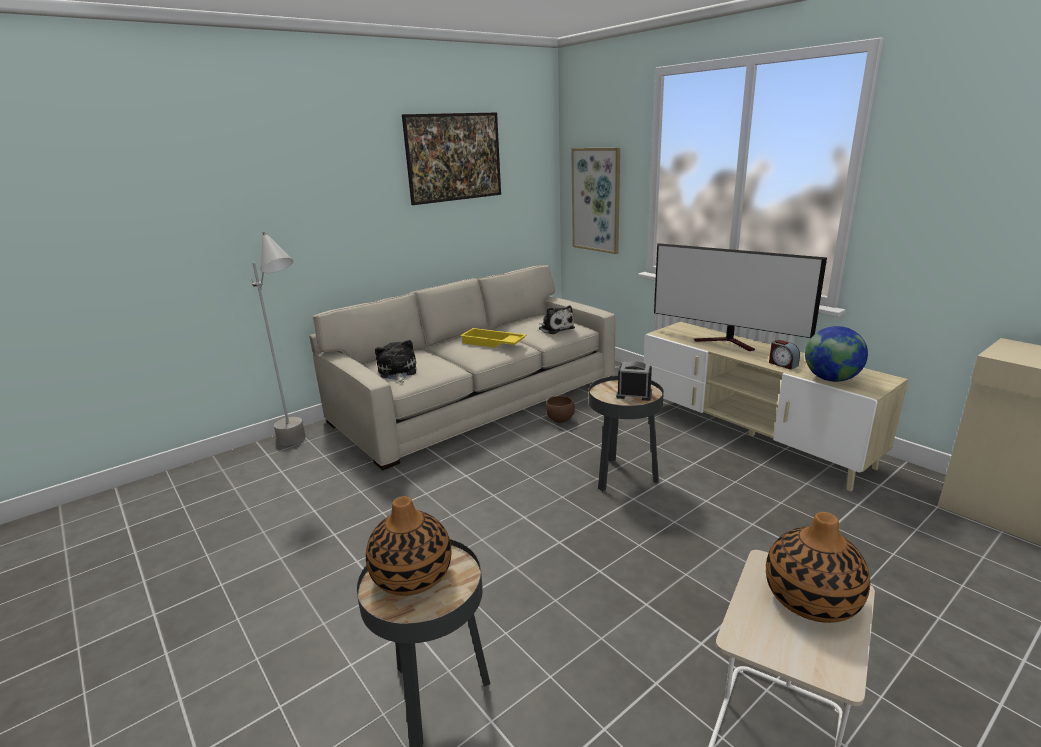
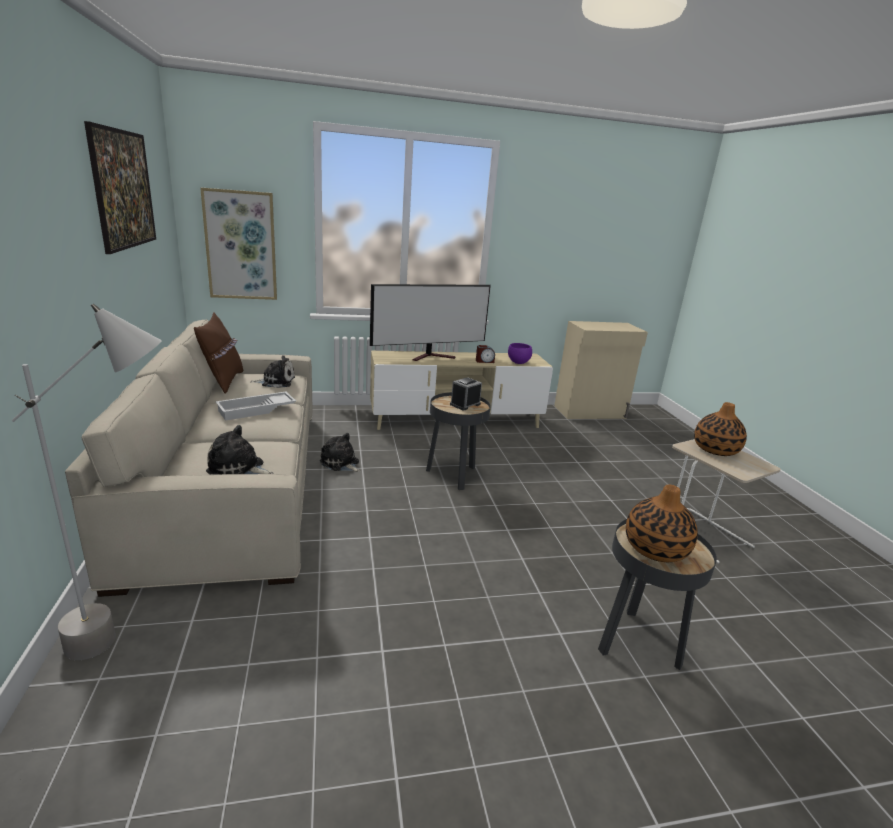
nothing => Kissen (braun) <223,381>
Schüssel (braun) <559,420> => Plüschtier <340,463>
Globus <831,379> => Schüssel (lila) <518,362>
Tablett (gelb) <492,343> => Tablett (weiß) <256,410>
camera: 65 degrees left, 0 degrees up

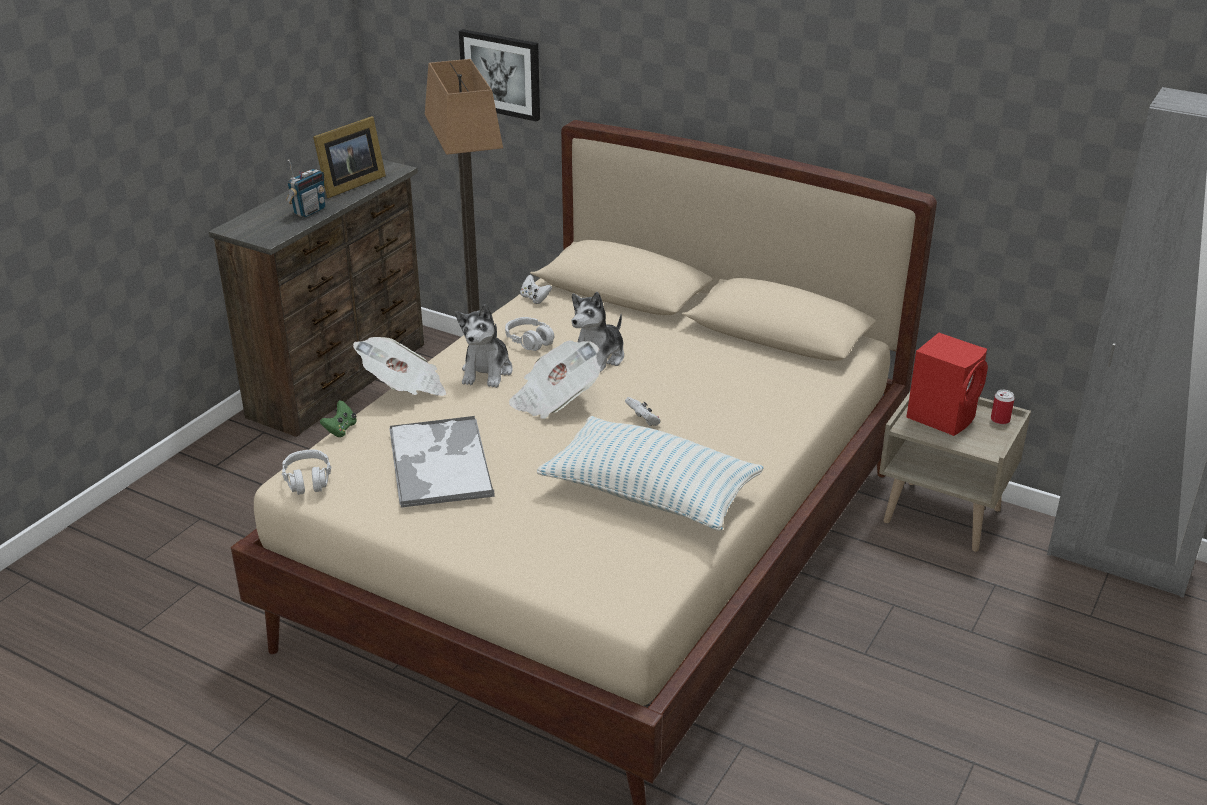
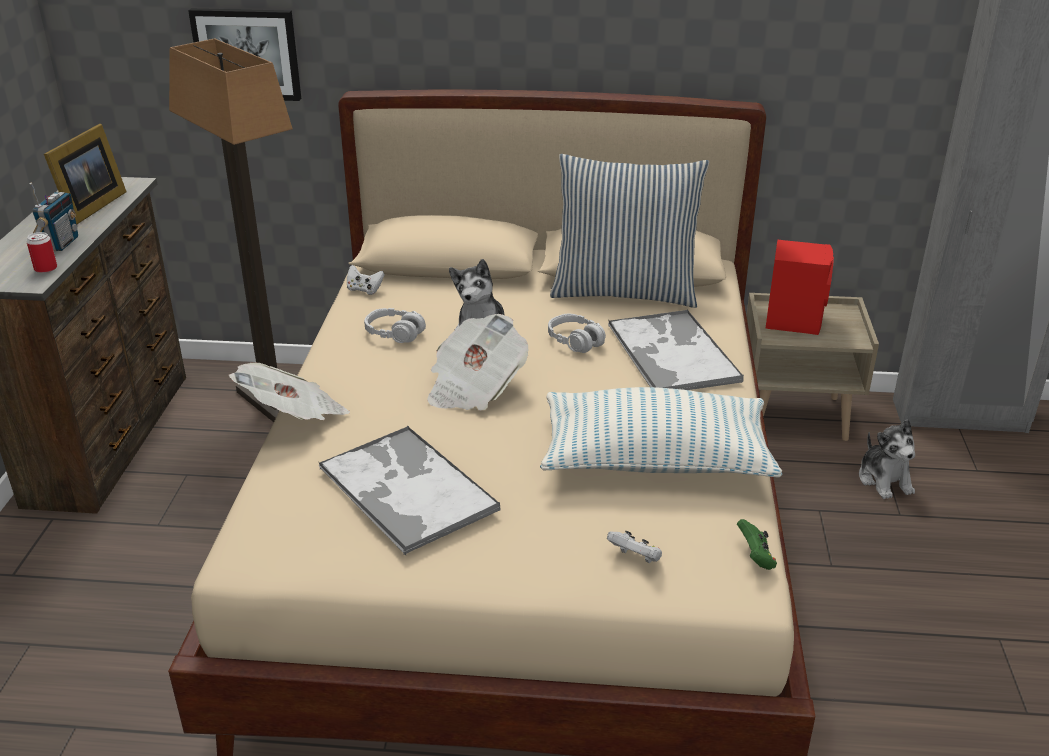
nothing => Kissen <624,291>
nothing => Tablett <671,352>
Kopfhörer (grau) <308,480> => Kopfhörer (grau) <576,341>, move
Gamepad (grün) <340,429> => Gamepad (grün) <755,558>, move
Plüschtier <487,372> => Plüschtier <884,480>, move
Gamepad (weiß) <643,421> => Gamepad (weiß) <635,558>, move
Dose <1000,420> => Dose <46,269>, move
camera: 25 degrees left, 0 degrees up

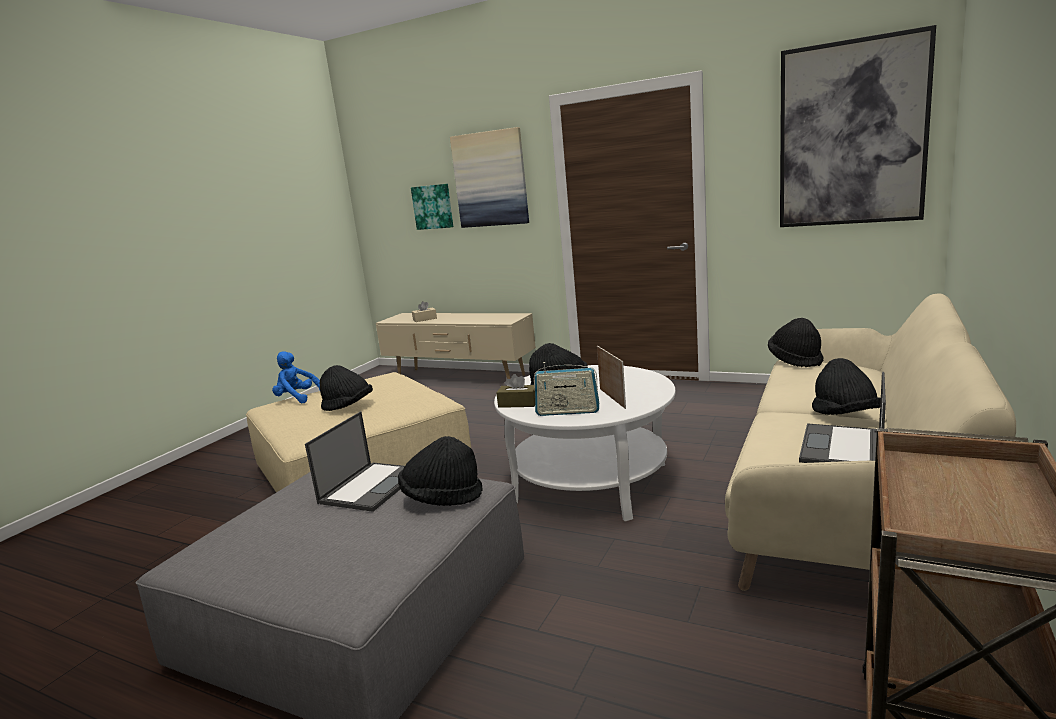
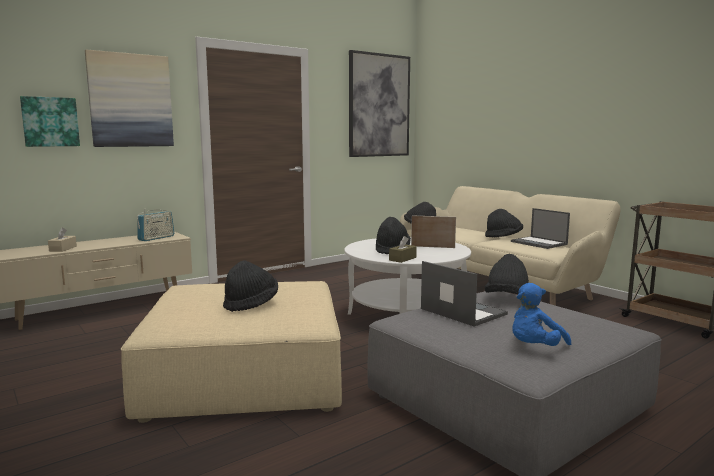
Plüschtier (blau) <298,398> => Plüschtier (blau) <534,348>, move
Radio <567,411> => Radio <156,238>, move
camera: 65 degrees left, 5 degrees down

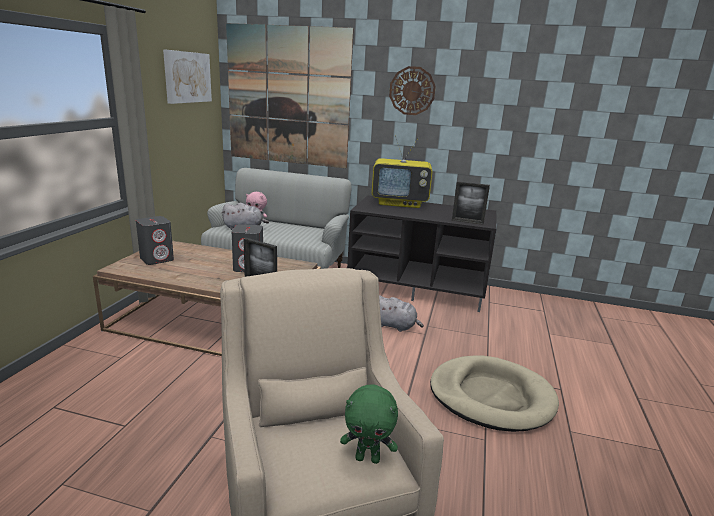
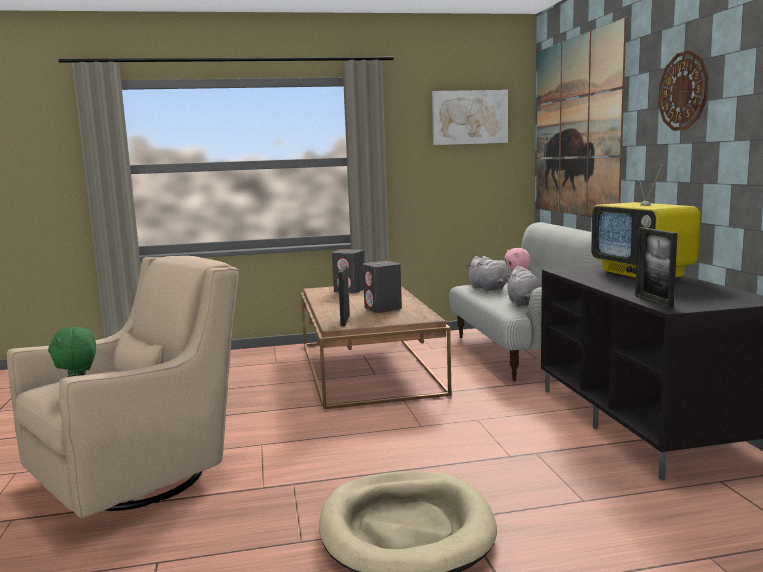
Plüschtier (grau) <395,326> => Plüschtier (grau) <524,304>, move
camera: 65 degrees right, 10 degrees down

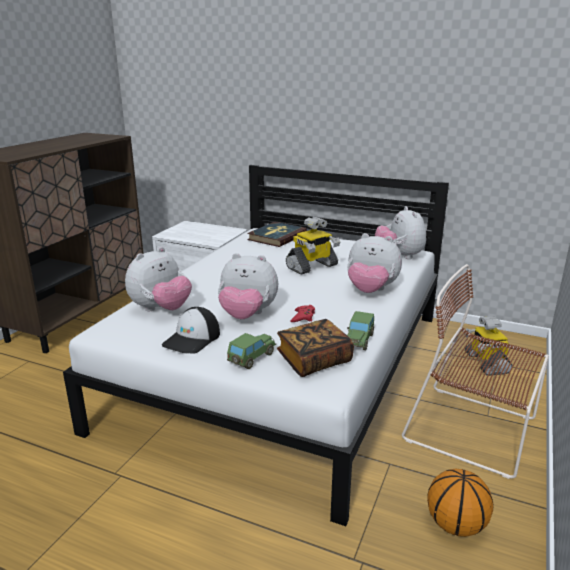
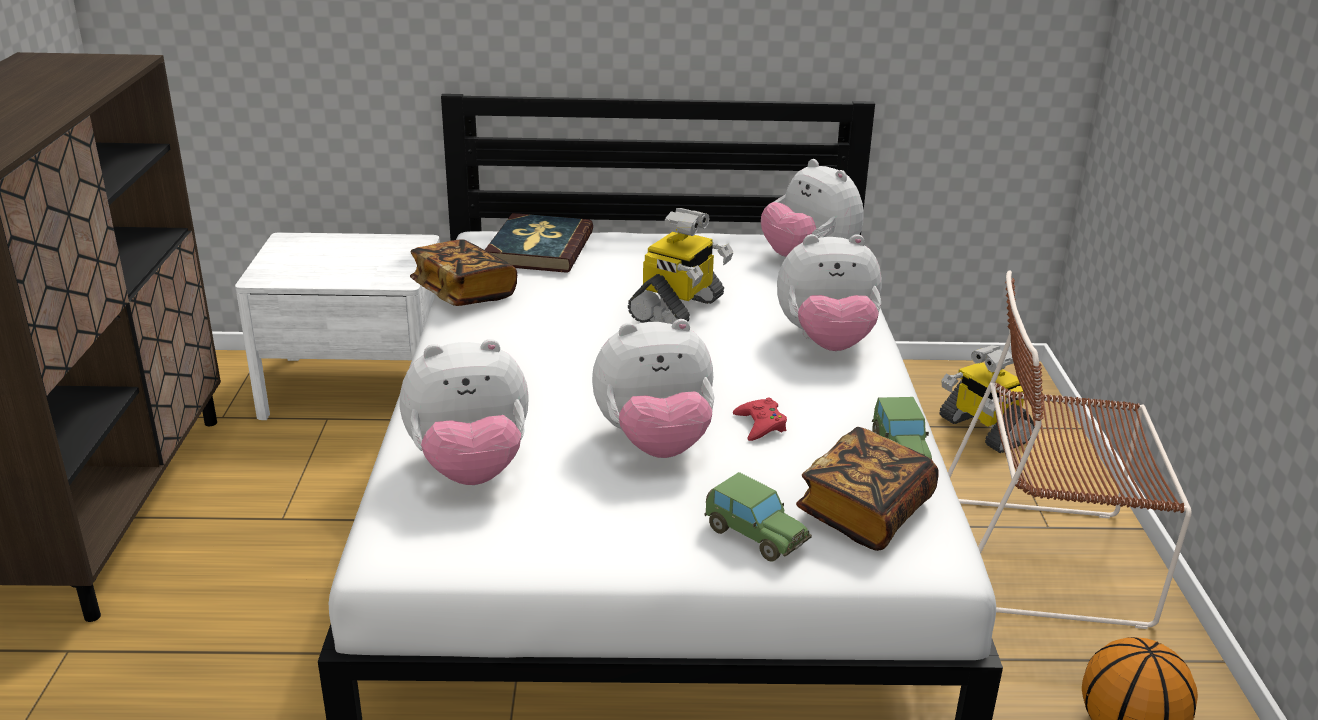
Kappe <192,339> => nothing
nothing => Buch <463,293>
Plüschtier <161,309> => Plüschtier <470,469>, 60 degrees clockwise
Spielzeugauto <251,358> => Spielzeugauto <754,535>, 120 degrees clockwise
camera: 25 degrees left, 5 degrees up

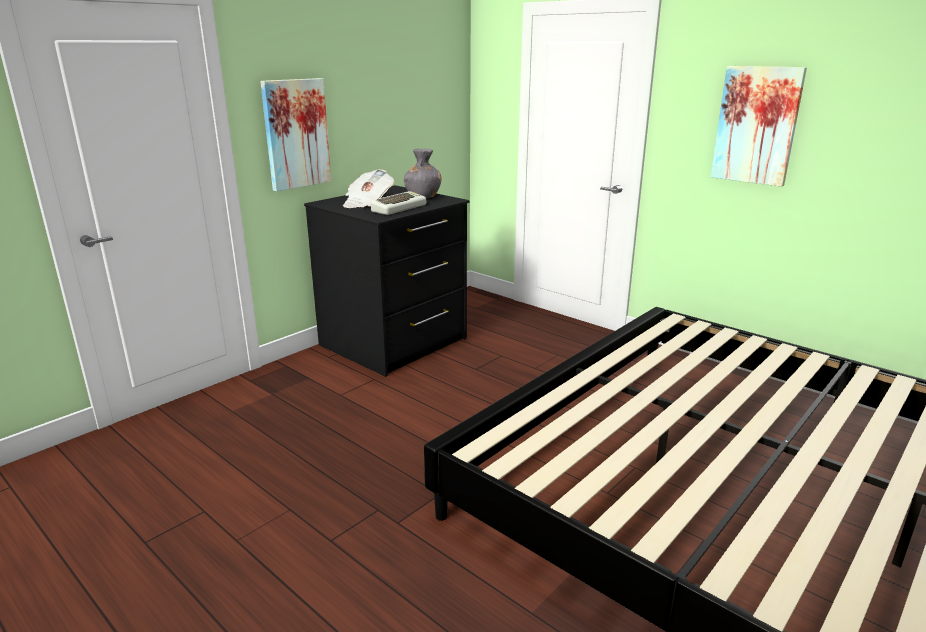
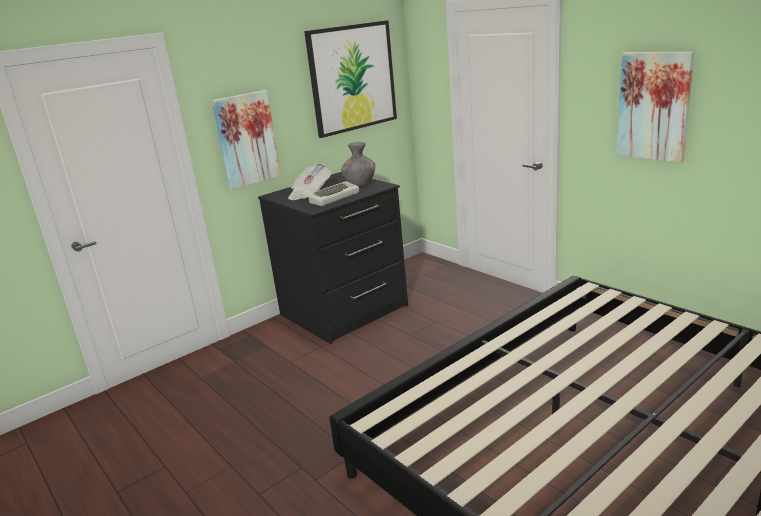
nothing => Bild <352,78>
camera: 10 degrees right, 0 degrees up

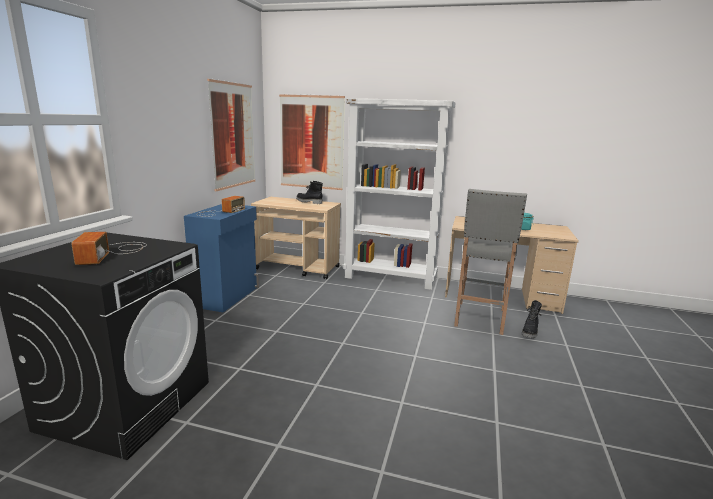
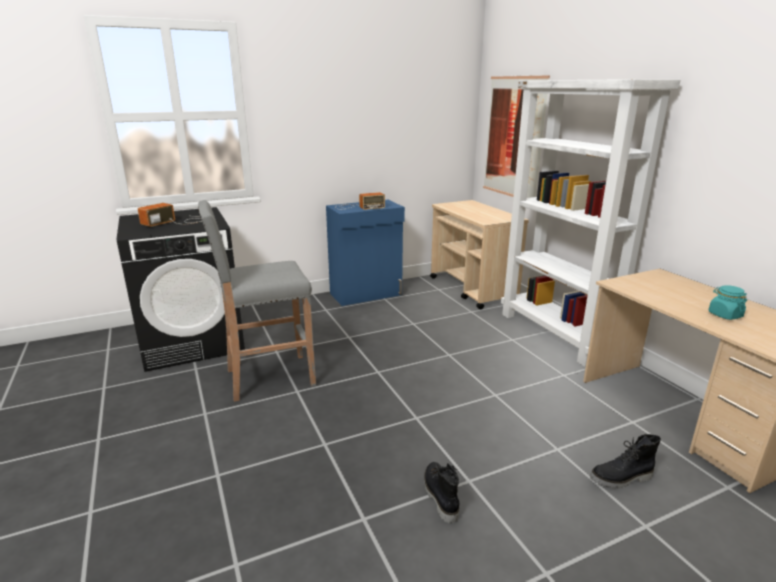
Bild <233,135> => nothing
Stiefel (schwarz) <308,202> => Stiefel (schwarz) <439,496>, move
Hocker (grau) <479,318> => Hocker (grau) <268,378>, move
camera: 50 degrees right, 5 degrees up

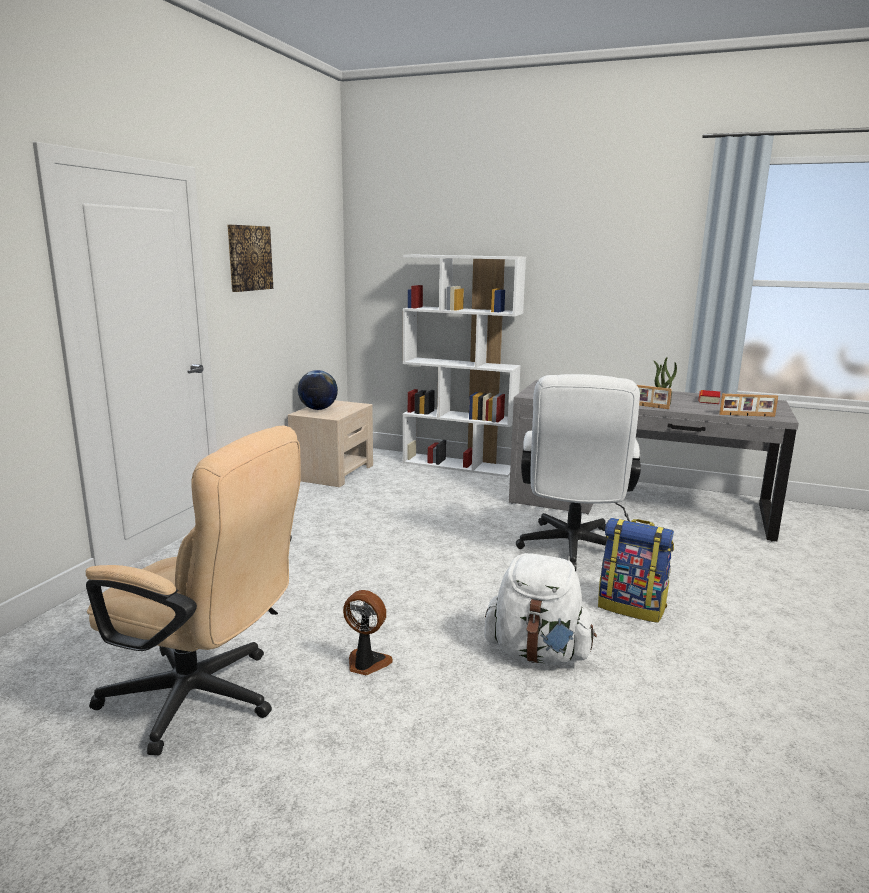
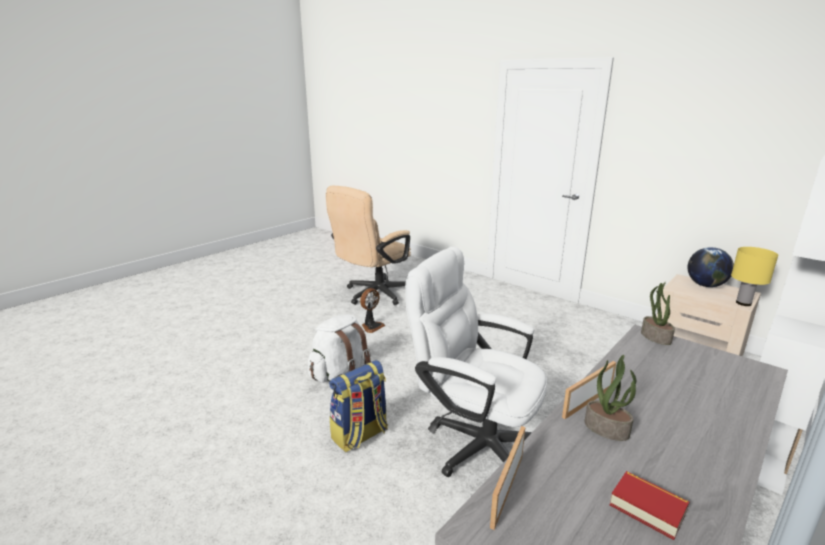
Bild <249,258> => nothing
nothing => Topfpflanze <655,337>
nothing => Tischlampe (gelb) <743,303>
camera: 110 degrees right, 5 degrees up

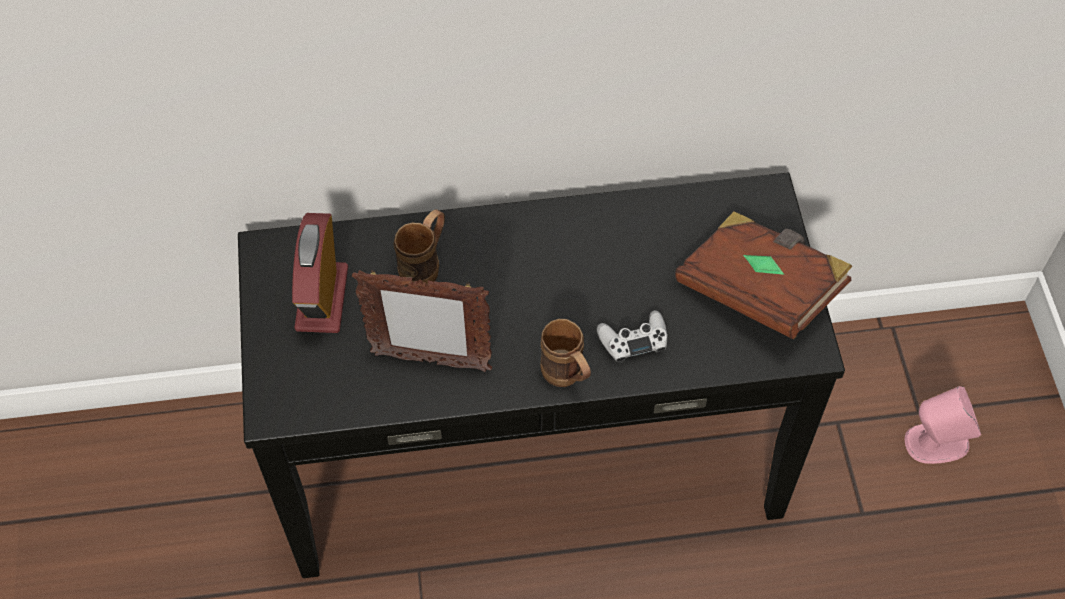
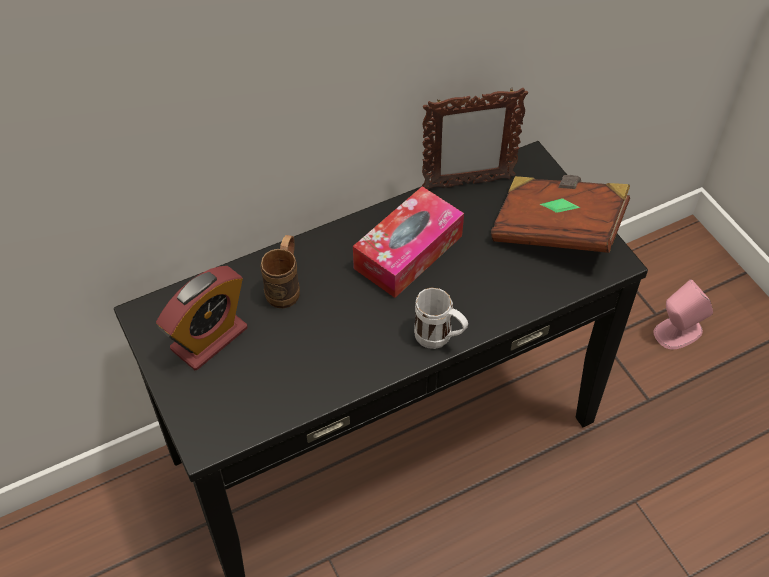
Gamepad (weiß) <633,340> => nothing
nothing => Taschentuchbox <408,252>
Bilderrahmen <430,361> => Bilderrahmen <467,183>, move
Henkelbecher (braun) <567,377> => Henkelbecher (weiß) <439,339>
Wecker <322,298> => Wecker <209,338>, 120 degrees counterclockwise
camera: 20 degrees left, 5 degrees down

